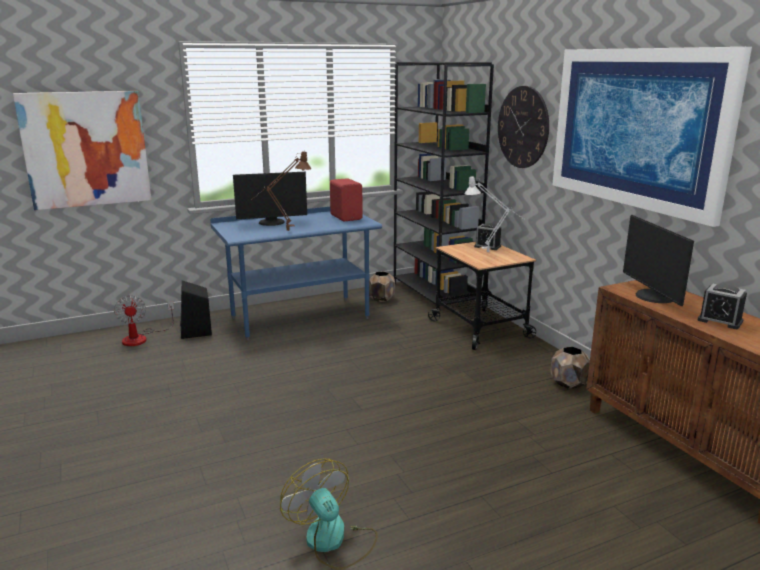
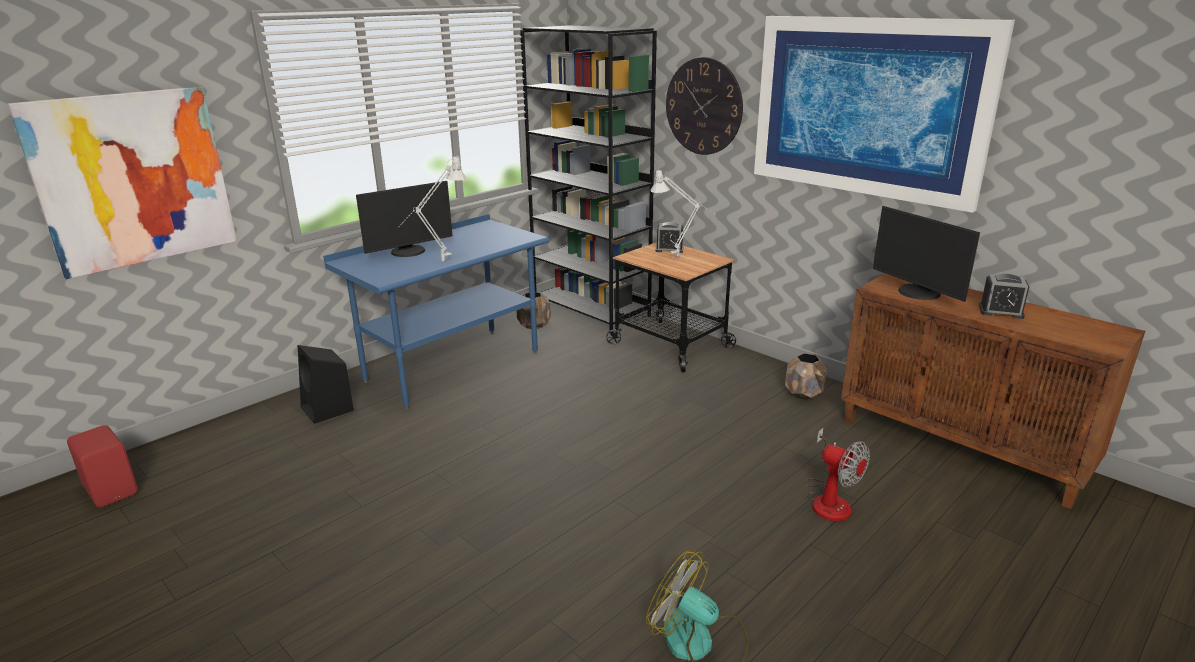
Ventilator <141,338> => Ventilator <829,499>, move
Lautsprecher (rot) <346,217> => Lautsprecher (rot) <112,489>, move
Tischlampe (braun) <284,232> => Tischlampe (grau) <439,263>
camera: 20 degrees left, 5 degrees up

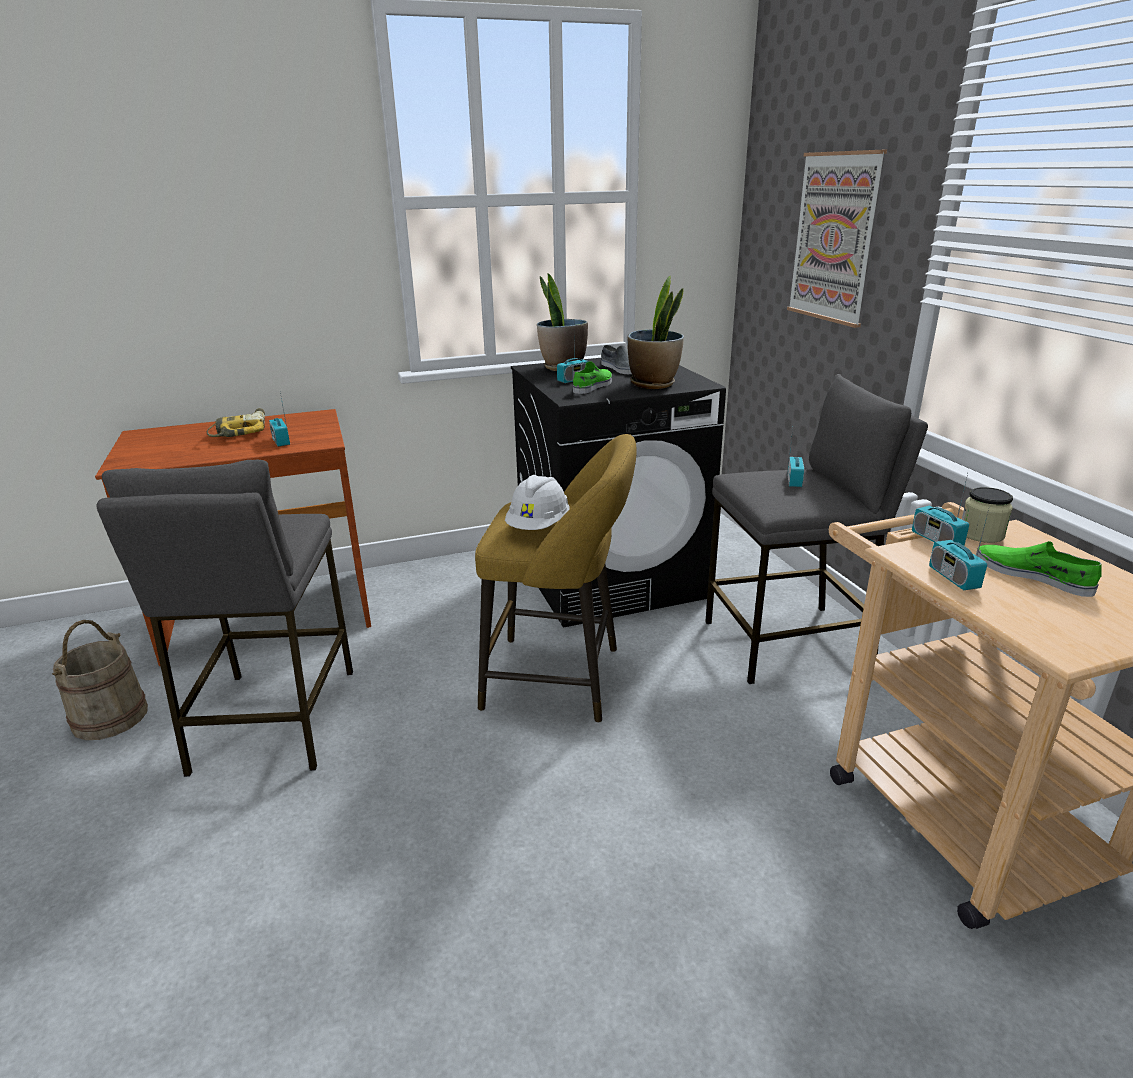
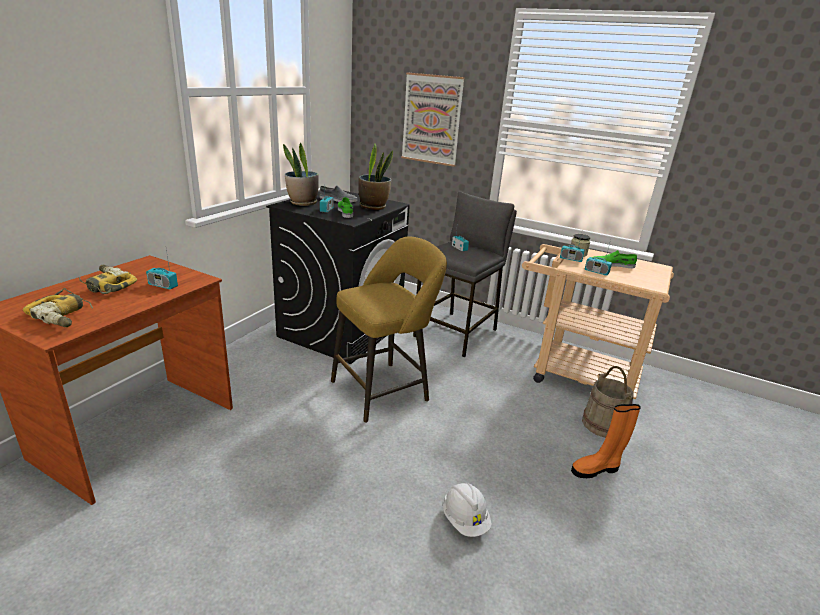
Hocker (grau) <273,720> => nothing
nothing => Bohrmaschine <64,315>
nothing => Stiefel (orange) <596,469>
Eimer (beige) <110,717> => Eimer (beige) <602,424>, move
Schutzhelm (weiß) <538,526> => Schutzhelm (weiß) <465,520>, move
camera: 45 degrees left, 0 degrees up

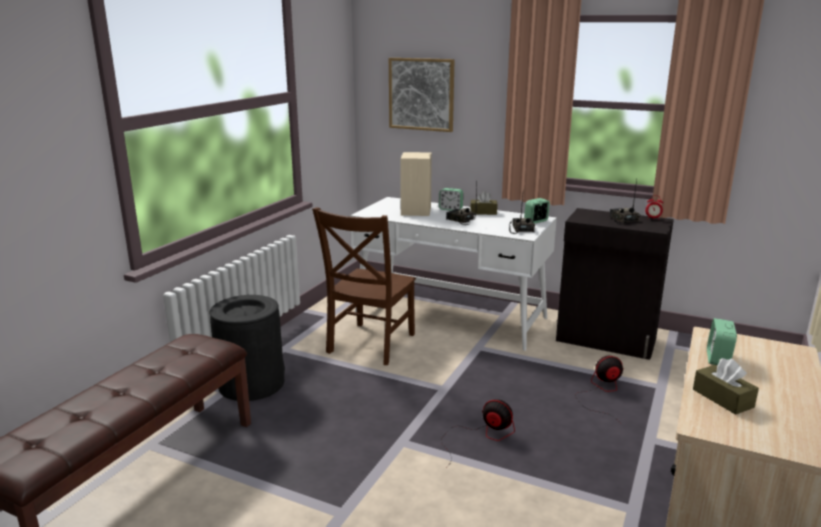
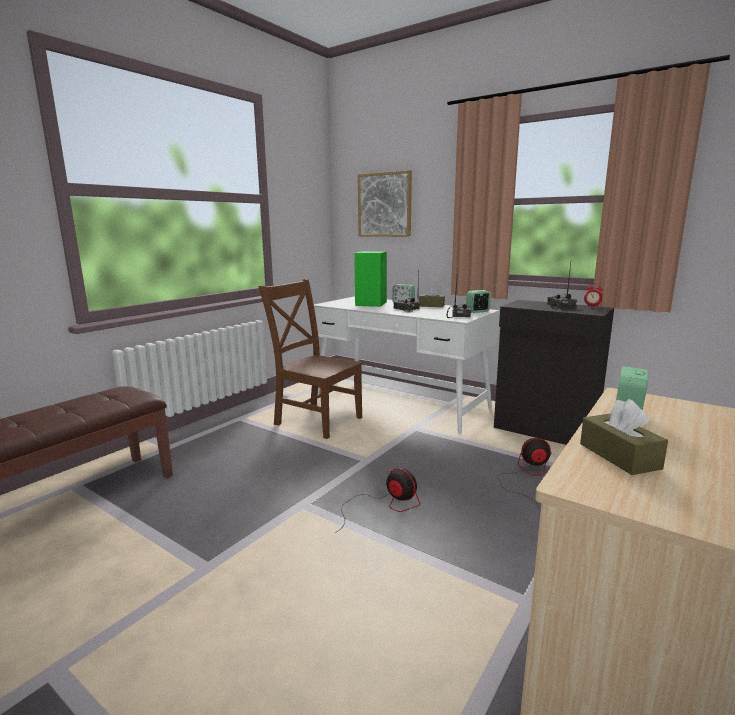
Mülleimer (schwarz) <251,383> => nothing
Lautsprecher (beige) <416,211> => Lautsprecher (grün) <371,303>
Stuhl (braun) <369,345> => Stuhl (braun) <316,420>, 90 degrees clockwise
camera: 10 degrees right, 5 degrees down

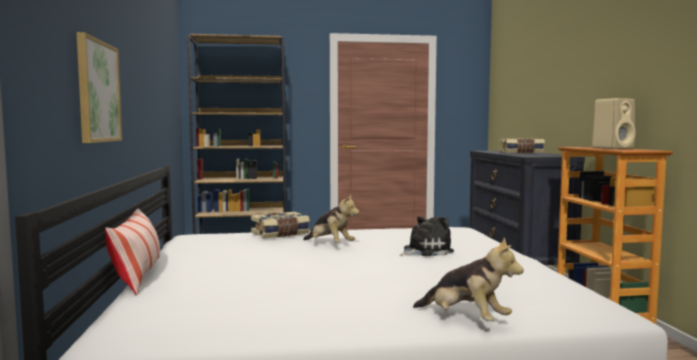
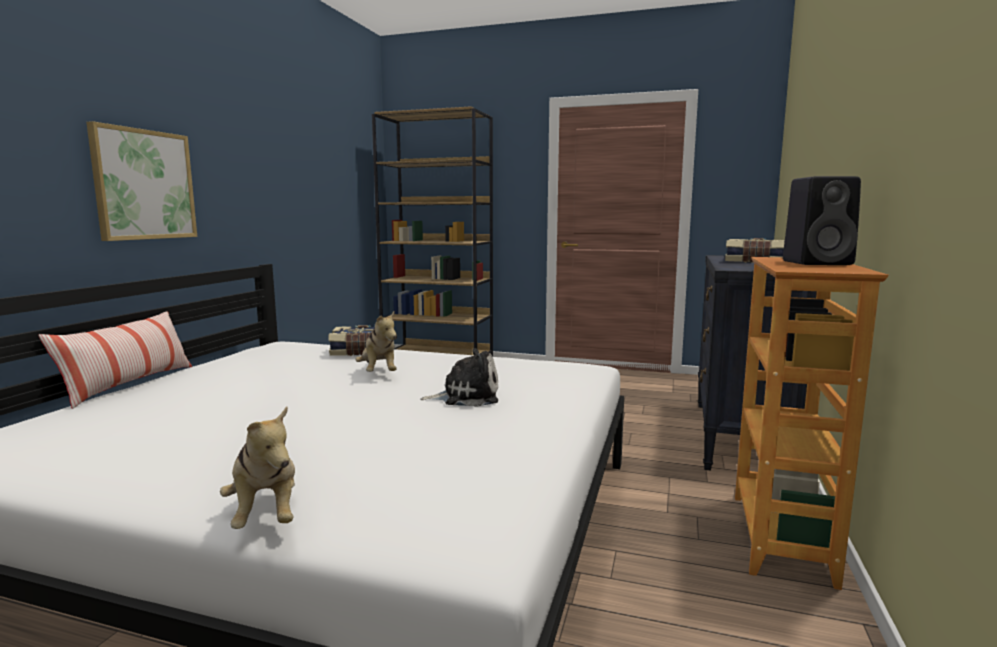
Lautsprecher (beige) <613,148> => Lautsprecher (schwarz) <818,263>
camera: 25 degrees right, 5 degrees up

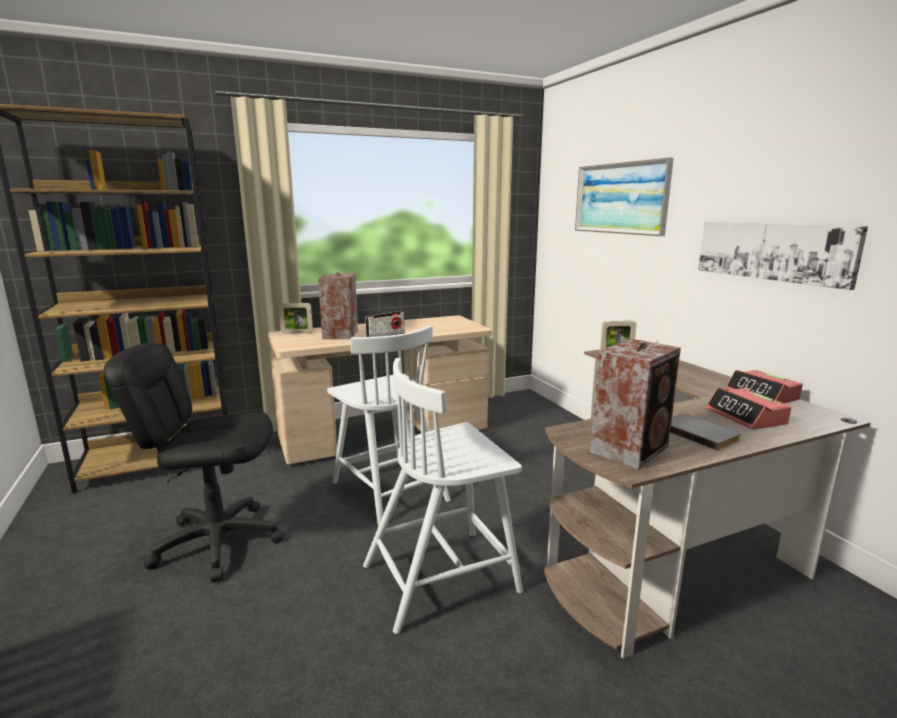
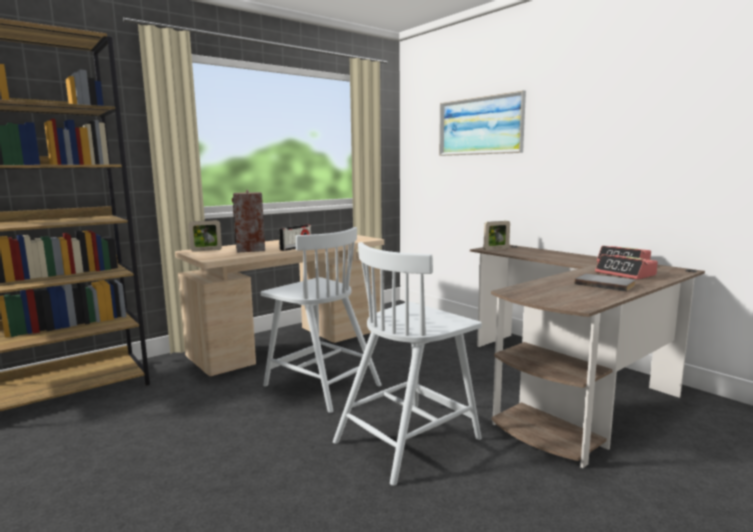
Bürostuhl (schwarz) <218,542> => nothing
Lautsprecher <631,449> => nothing
Bild <773,251> => nothing
camera: 15 degrees left, 5 degrees down

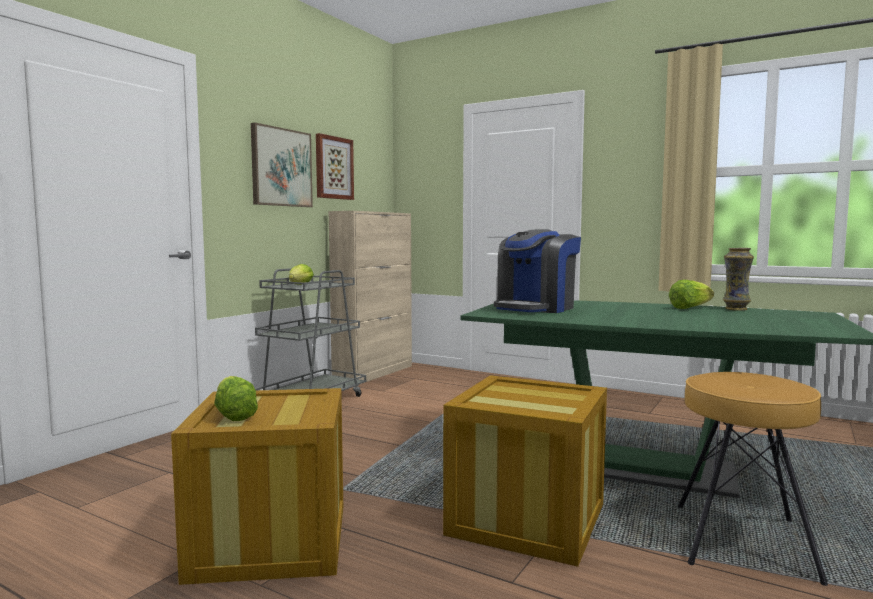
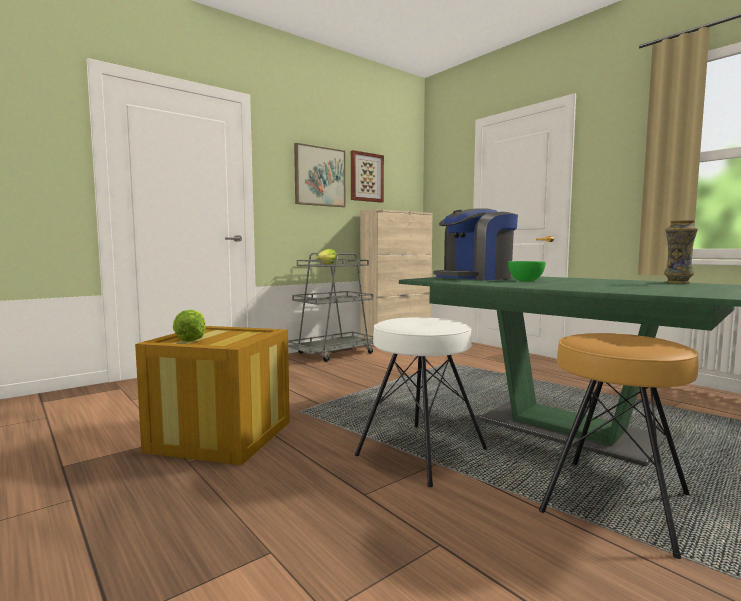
Salatkopf <690,308> => nothing
nothing => Schüssel (grün) <525,281>
Kiste <527,519> => Hocker (weiß) <421,452>
camera: 20 degrees right, 0 degrees up

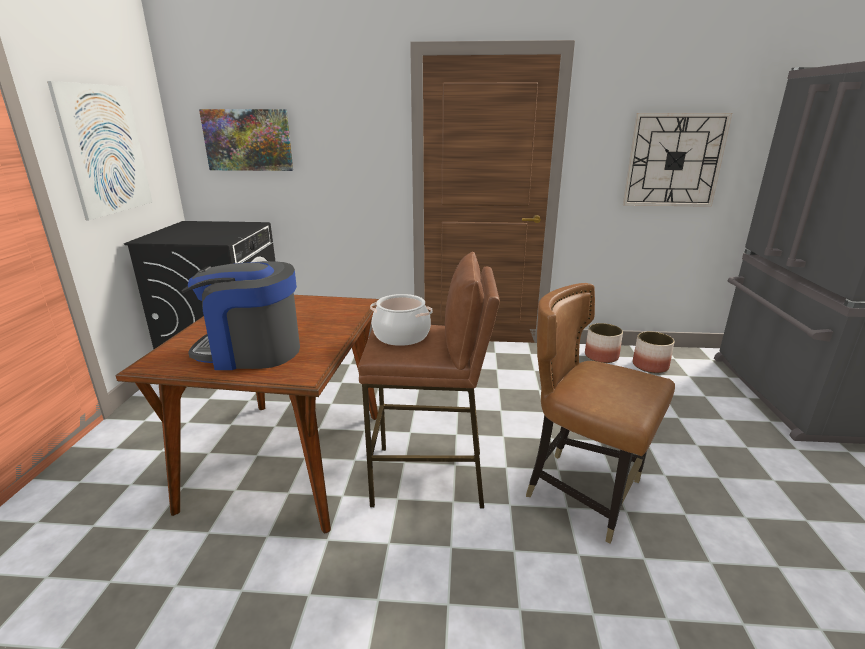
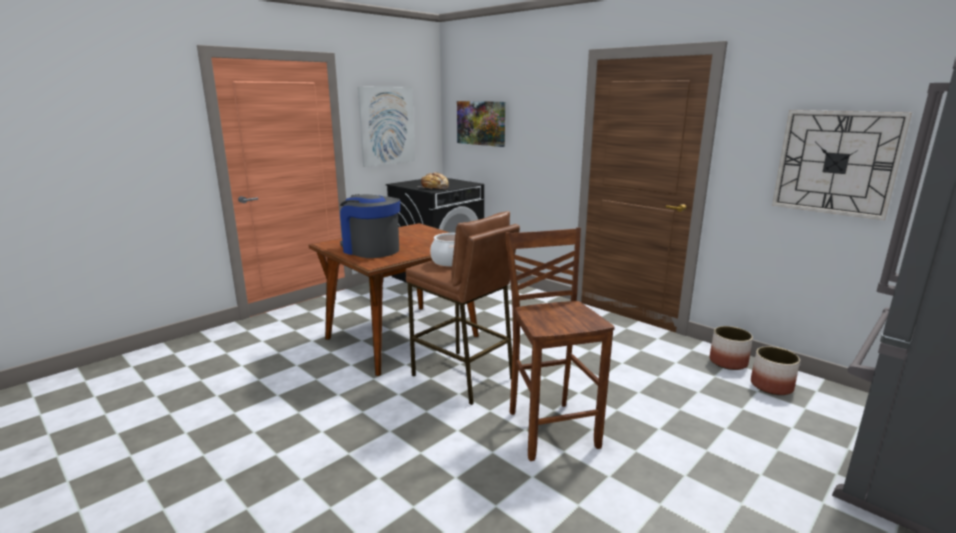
nothing => Brot <434,188>
Stuhl (braun) <583,492> => Hocker (braun) <550,428>
camera: 40 degrees right, 5 degrees down

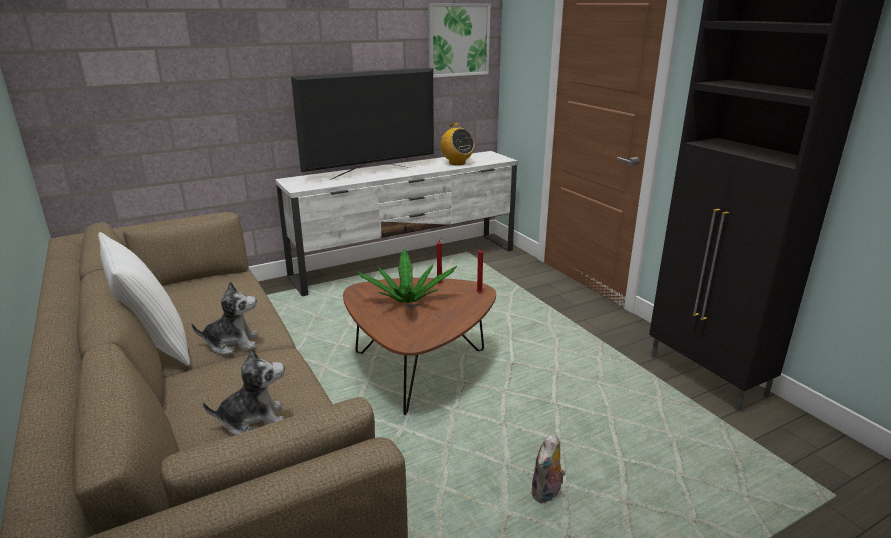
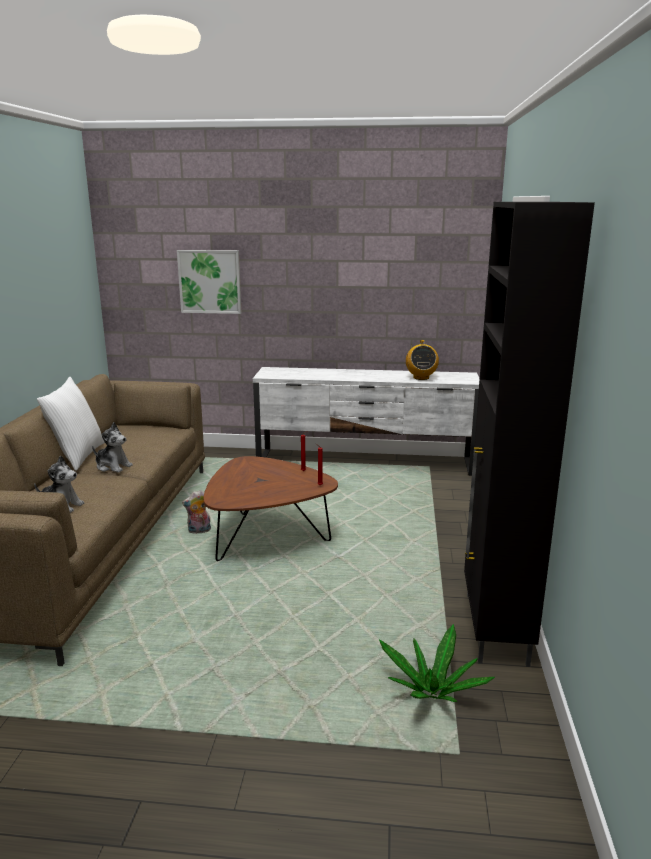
Fernseher <371,173> => nothing
Topfpflanze <407,300> => Topfpflanze <432,692>, move
Bild <458,40> => Bild <210,281>, move
Plüschtier <547,494> => Plüschtier <199,531>, move
camera: 35 degrees right, 5 degrees down

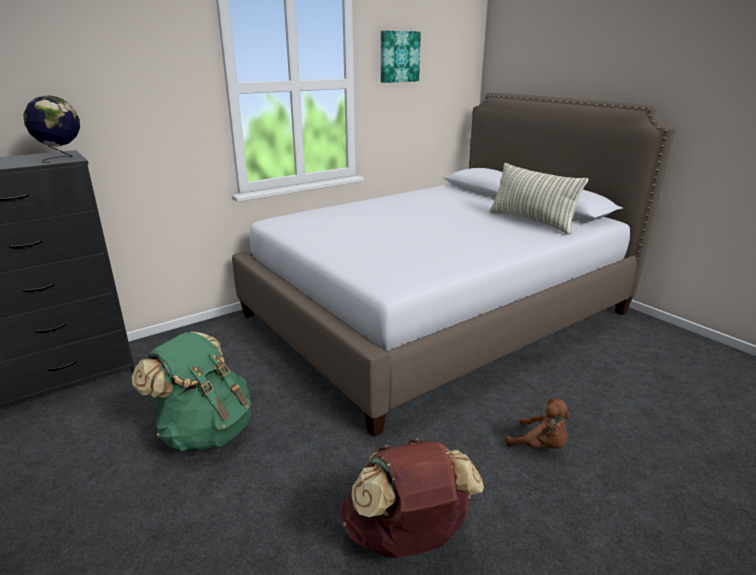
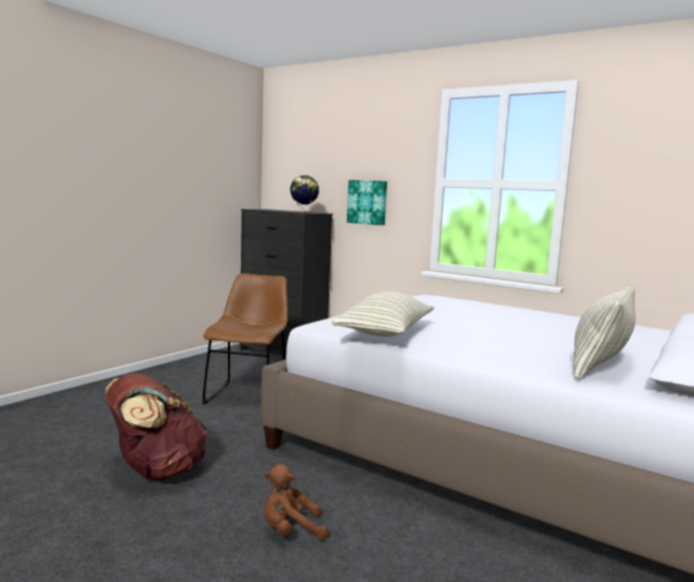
nothing => Kissen <385,333>
Bild <399,56> => Bild <367,202>, move
Rucksack (grün) <205,431> => Stuhl (braun) <248,394>
Plüschtier (braun) <540,446> => Plüschtier (braun) <290,531>, 60 degrees clockwise
camera: 70 degrees right, 15 degrees down

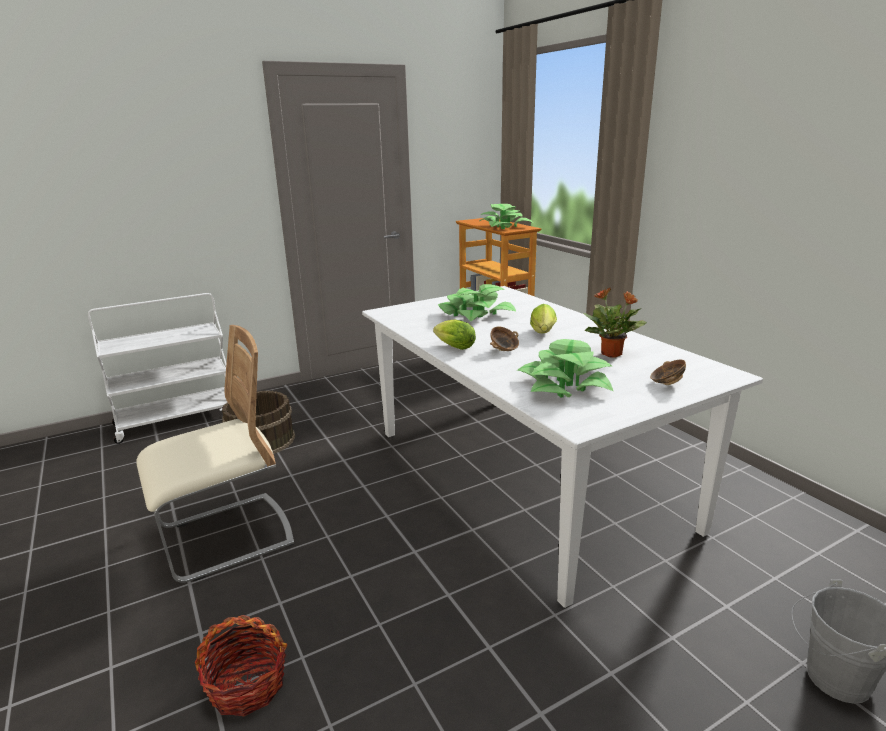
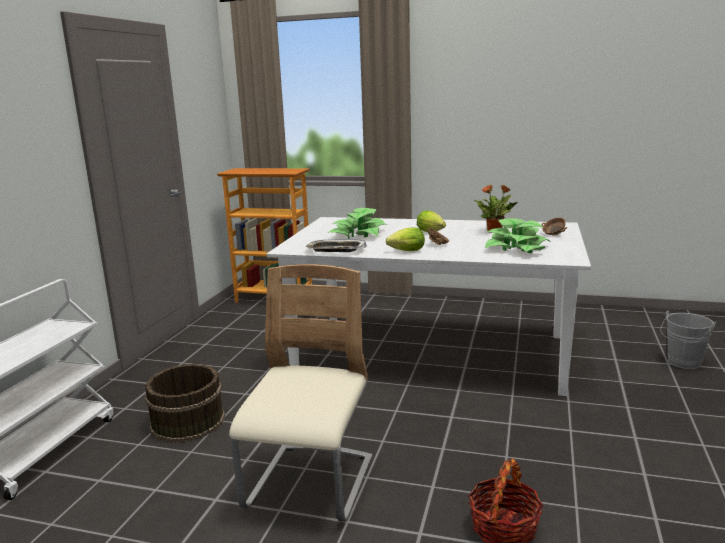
Topfpflanze <504,226> => nothing
nothing => Tablett <336,250>
camera: 45 degrees left, 5 degrees down

